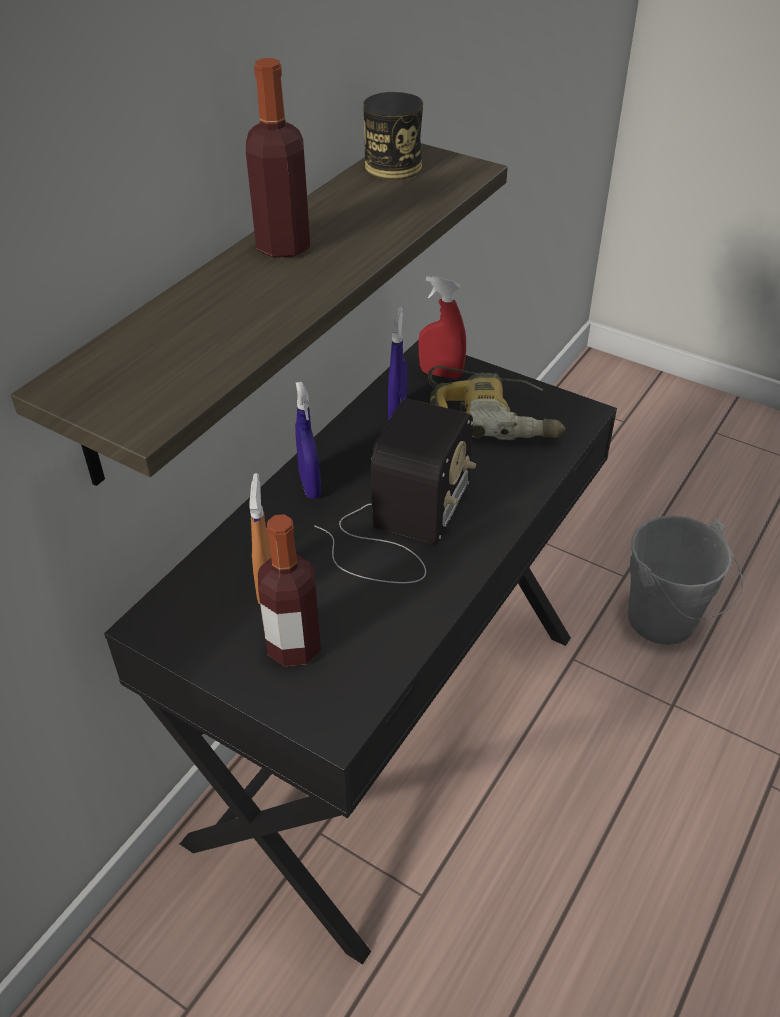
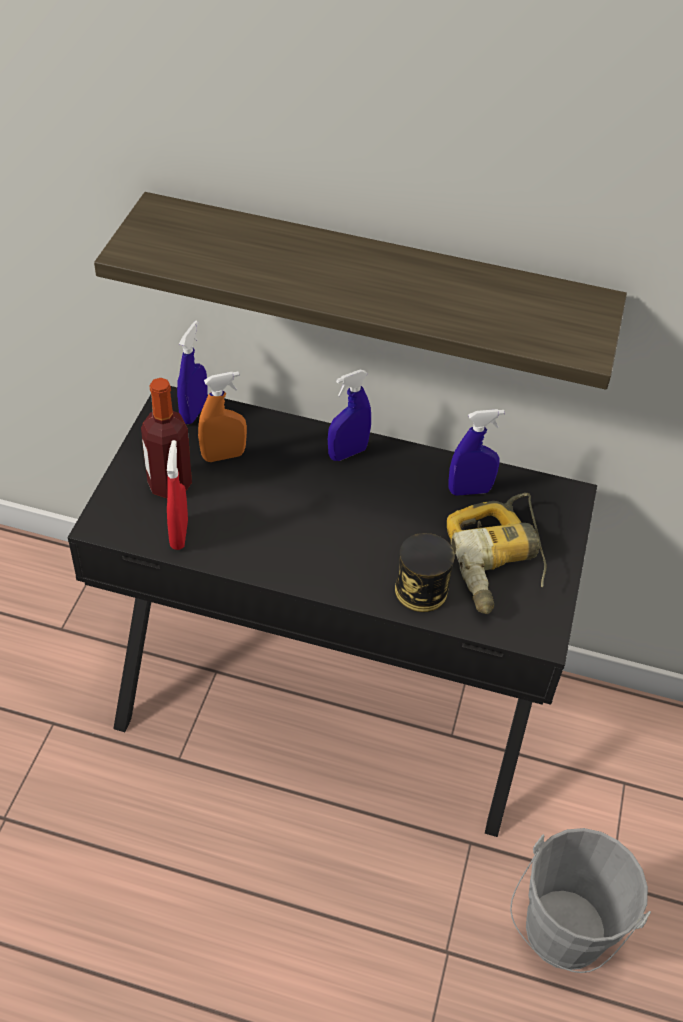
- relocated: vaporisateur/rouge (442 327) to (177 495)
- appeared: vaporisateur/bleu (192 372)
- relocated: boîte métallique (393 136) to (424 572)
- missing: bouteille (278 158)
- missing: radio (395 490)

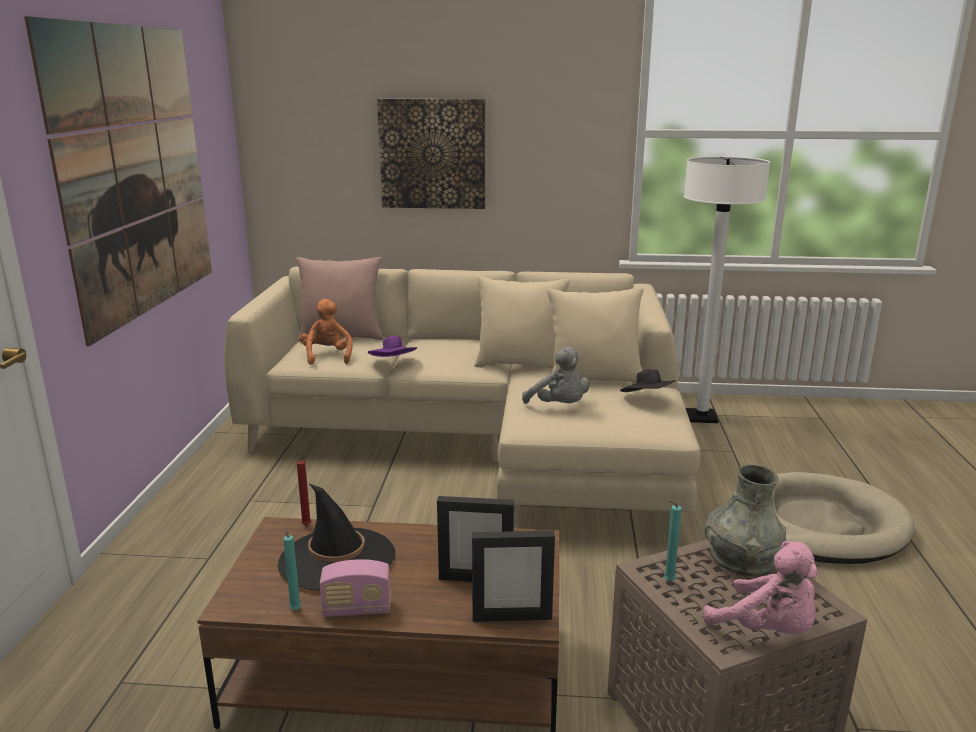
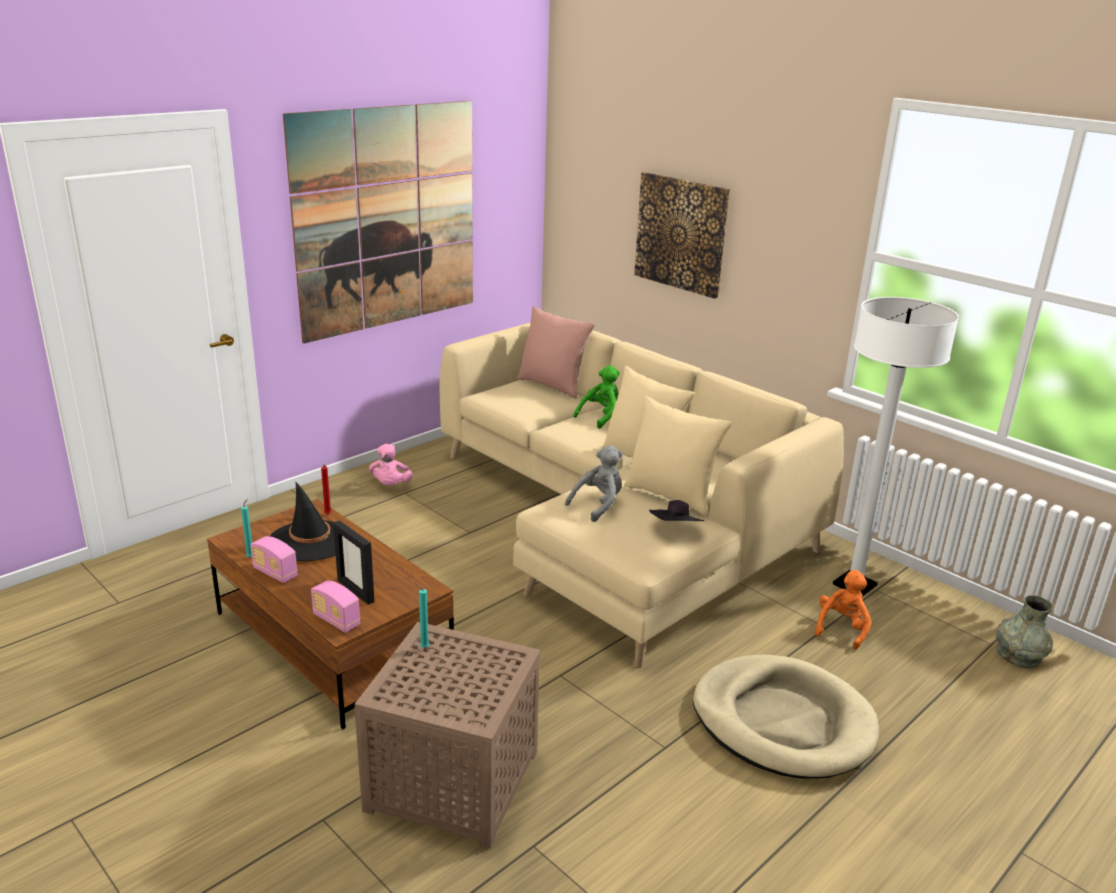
- exchanged: cadre photo (513 576) to radio (335 606)
- relocated: peluche/rose (760 587) to (391 464)
- spun: peluche/gris (556 375) = (594 483) 135 degrees counterclockwise
- appeared: peluche/vert (596 397)
- relocated: peluche/orange (326 332) to (843 610)
- relocated: vase/gris (745 520) to (1024 631)
- missing: chapeau/violet (392 346)

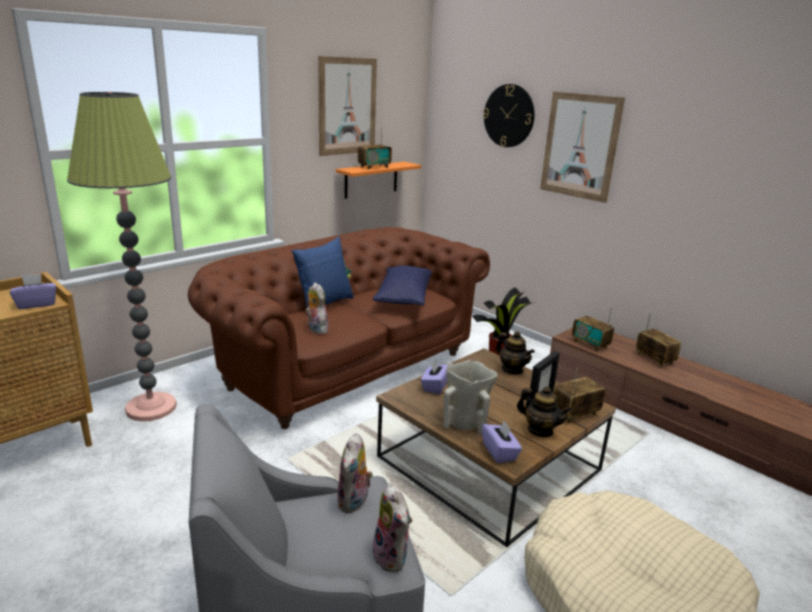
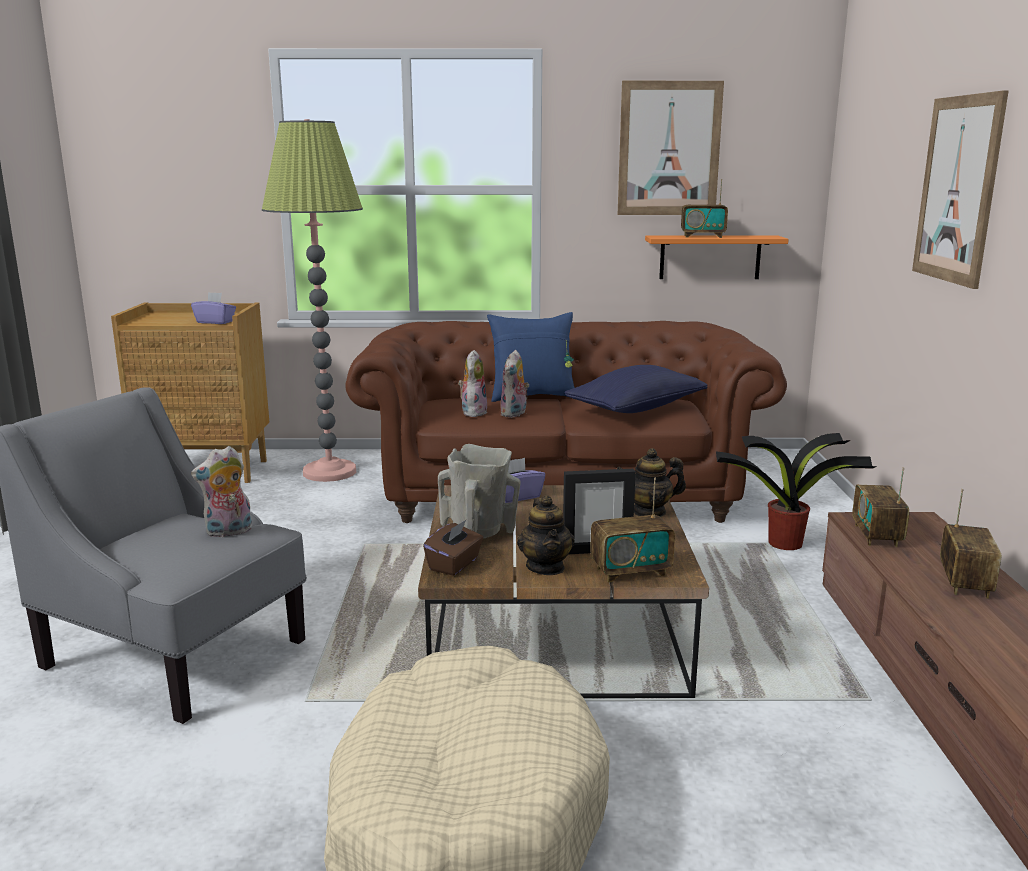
- colour: boîte à mouchoirs/violet (502 442) to boîte à mouchoirs/marron (453 548)
- relocated: peluche (392 527) to (514 384)
- spun: radio (579 395) = (632 530) 150 degrees clockwise
- spun: théière (515 352) = (651 482) 75 degrees clockwise
- missing: horloge murale (508 115)

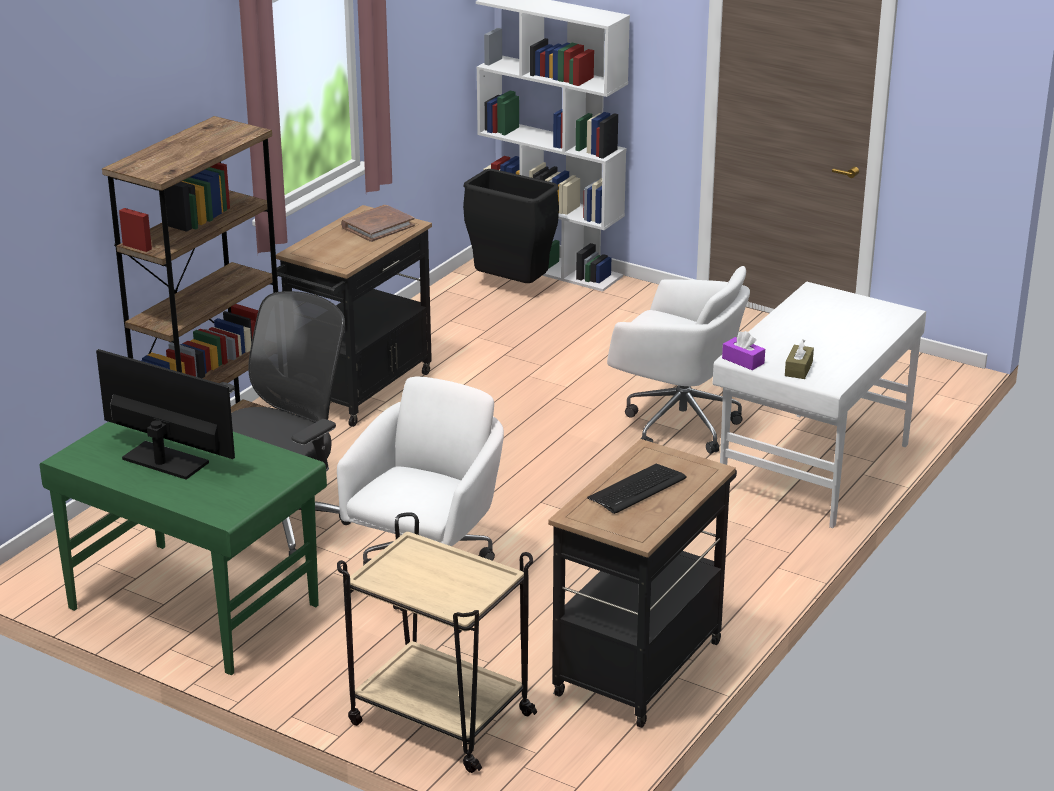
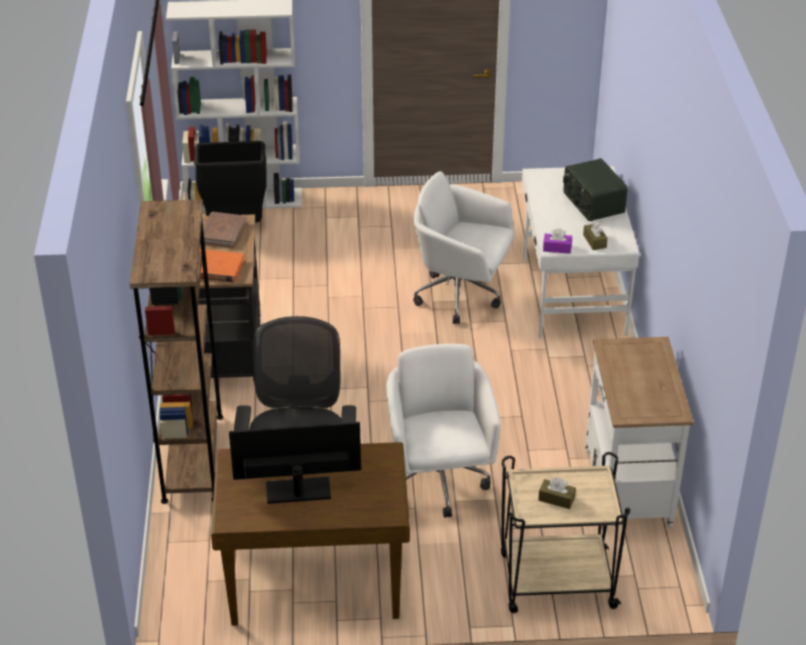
- appeared: livre/orange (222 265)
- colour: bureau/vert (183 548) to bureau/marron (310 534)
- spun: chaise de bureau/blanc (678 360) = (463 247) 150 degrees counterclockwise
- appeared: boîte à mouchoirs/marron (557 493)
- appeared: radio (595 189)
- colour: chariot/noir (642 583) to chariot/blanc (640 433)
- missing: clavier (637 489)

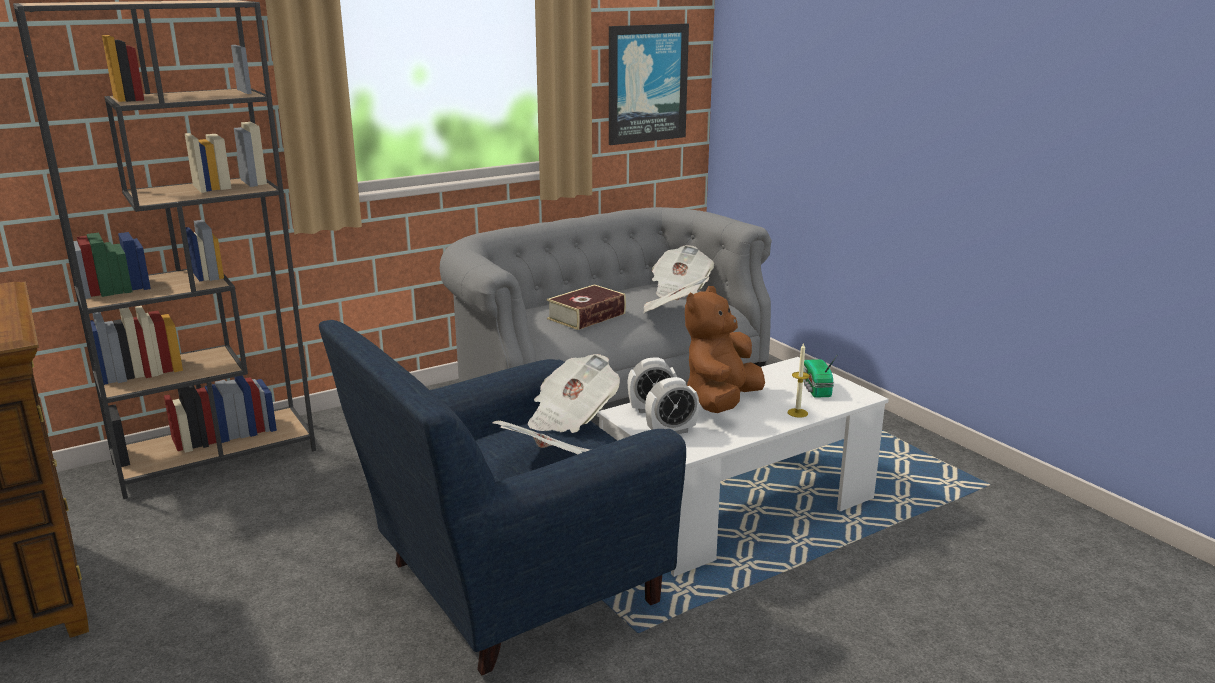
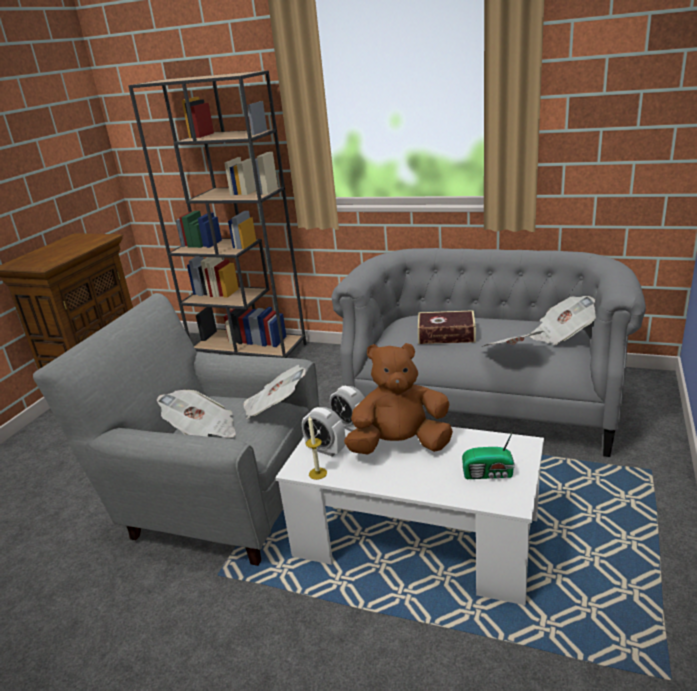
- colour: fauteuil/bleu (502 497) to fauteuil/gris (176 429)
- relocated: bougie (799 380) to (316 447)
- spun: radio (820 376) = (488 453) 135 degrees counterclockwise
- missing: tableau (649 84)

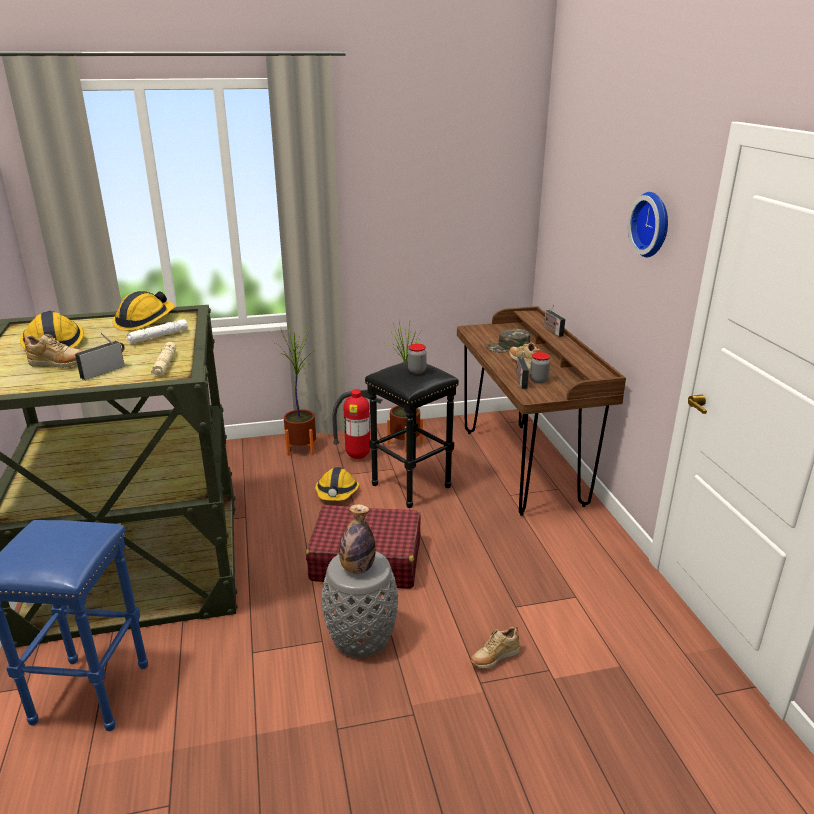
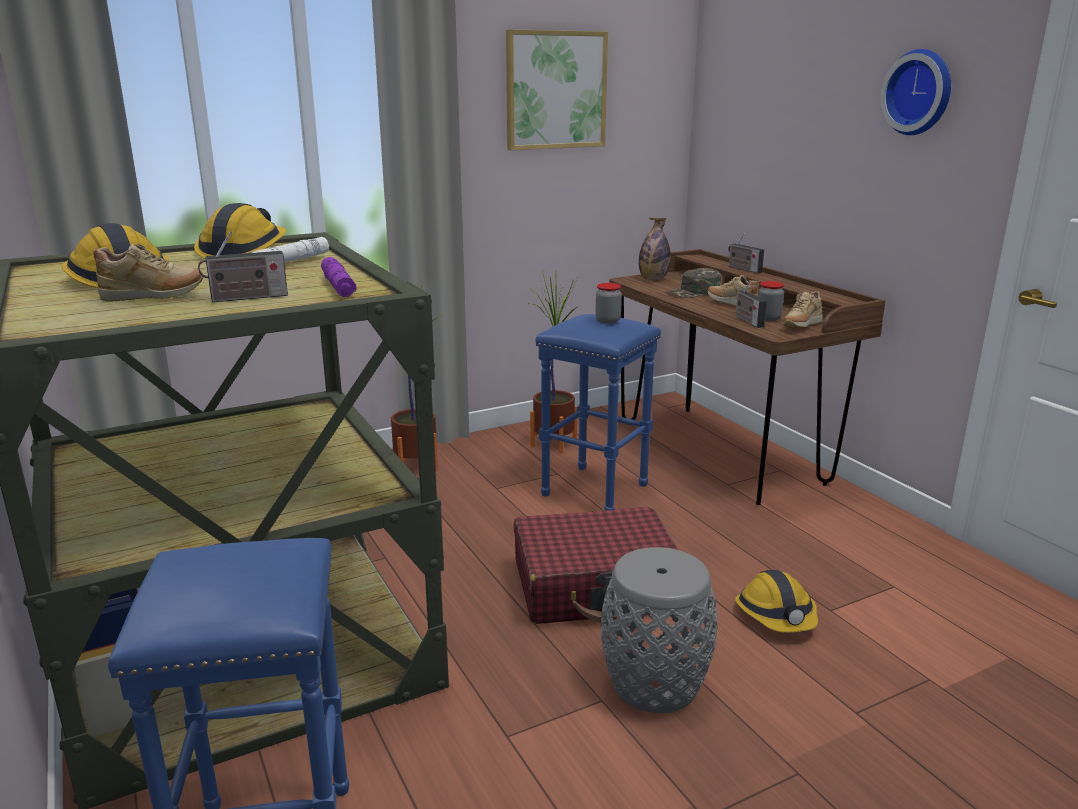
- spun: radio (100 356) = (243 266) 135 degrees counterclockwise
- colour: lampe de poche/beige (163 359) to lampe de poche/violet (339 277)
- appeared: tableau (557 89)
- colour: tabouret/noir (412 434) to tabouret/bleu (598 412)
- relocated: bouteille (357 539) to (655 248)
- relocated: casque de chantier (337 484) to (776 601)
- relocated: chaussure/beige (495 647) to (803 309)
- missing: extincteur (357 424)

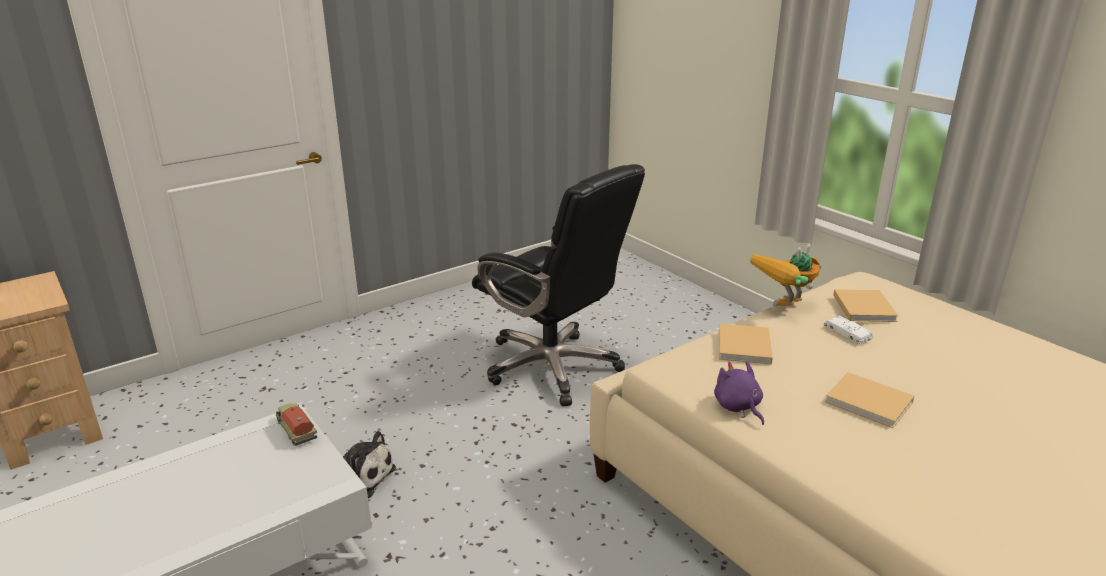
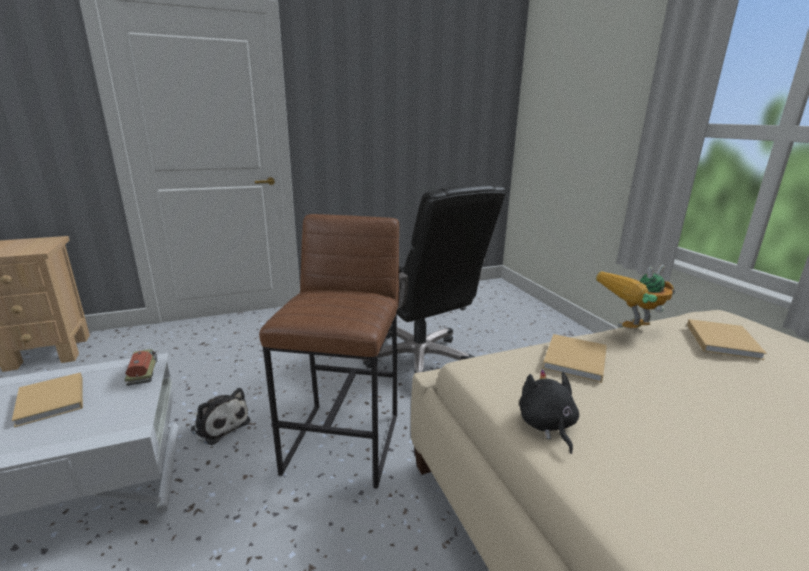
- relocated: livre/beige (869 400) to (47 400)
- appeared: tabouret/marron (329 351)
- colour: peluche/violet (739 393) to peluche/noir (549 411)
- missing: petite voiture/blanc (849 330)

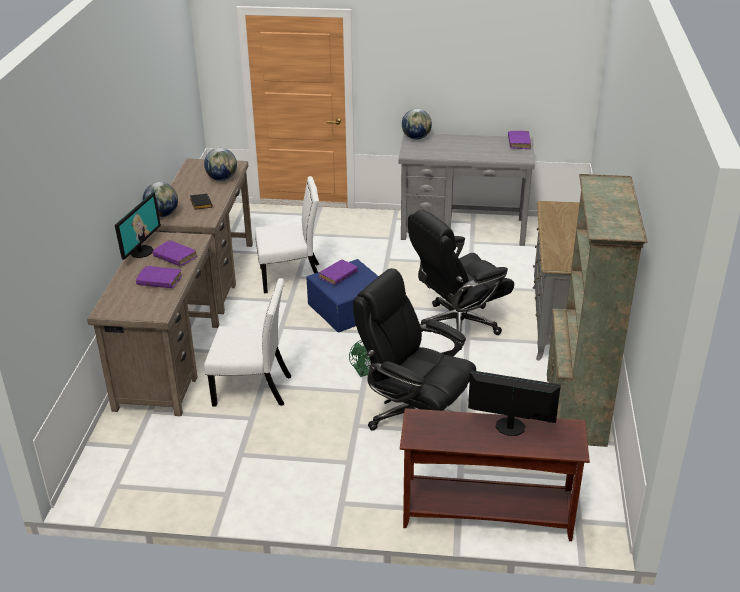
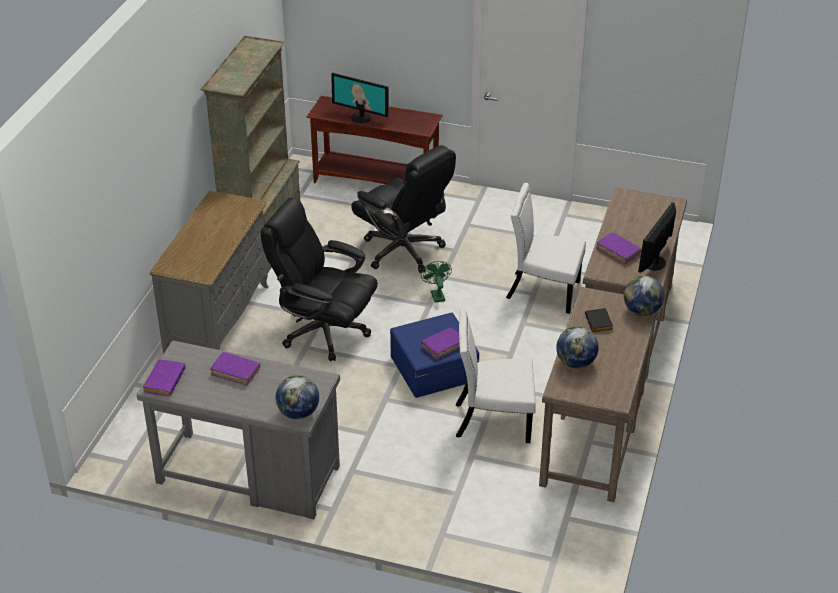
- relocated: livre/violet (159 277) to (235 369)
- spun: chaise de bureau/noir (461 280) = (319 279) 135 degrees counterclockwise

